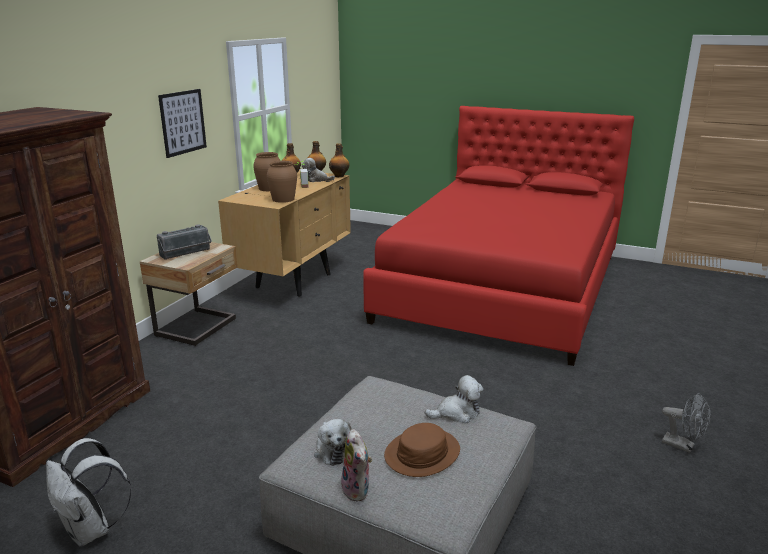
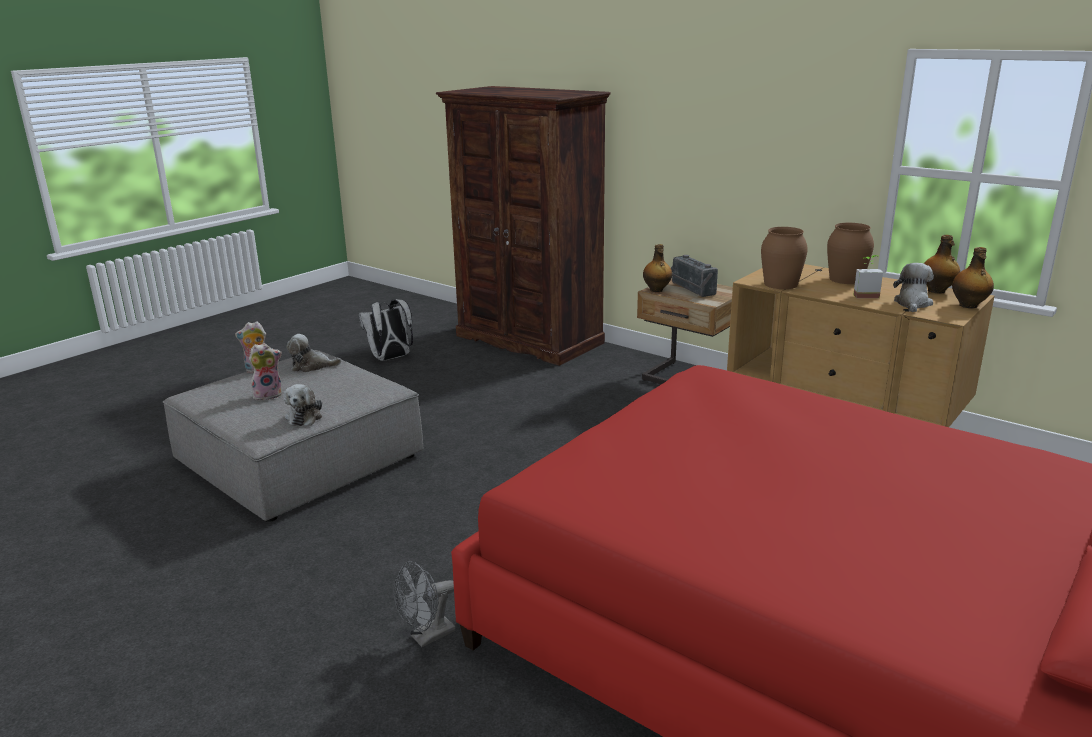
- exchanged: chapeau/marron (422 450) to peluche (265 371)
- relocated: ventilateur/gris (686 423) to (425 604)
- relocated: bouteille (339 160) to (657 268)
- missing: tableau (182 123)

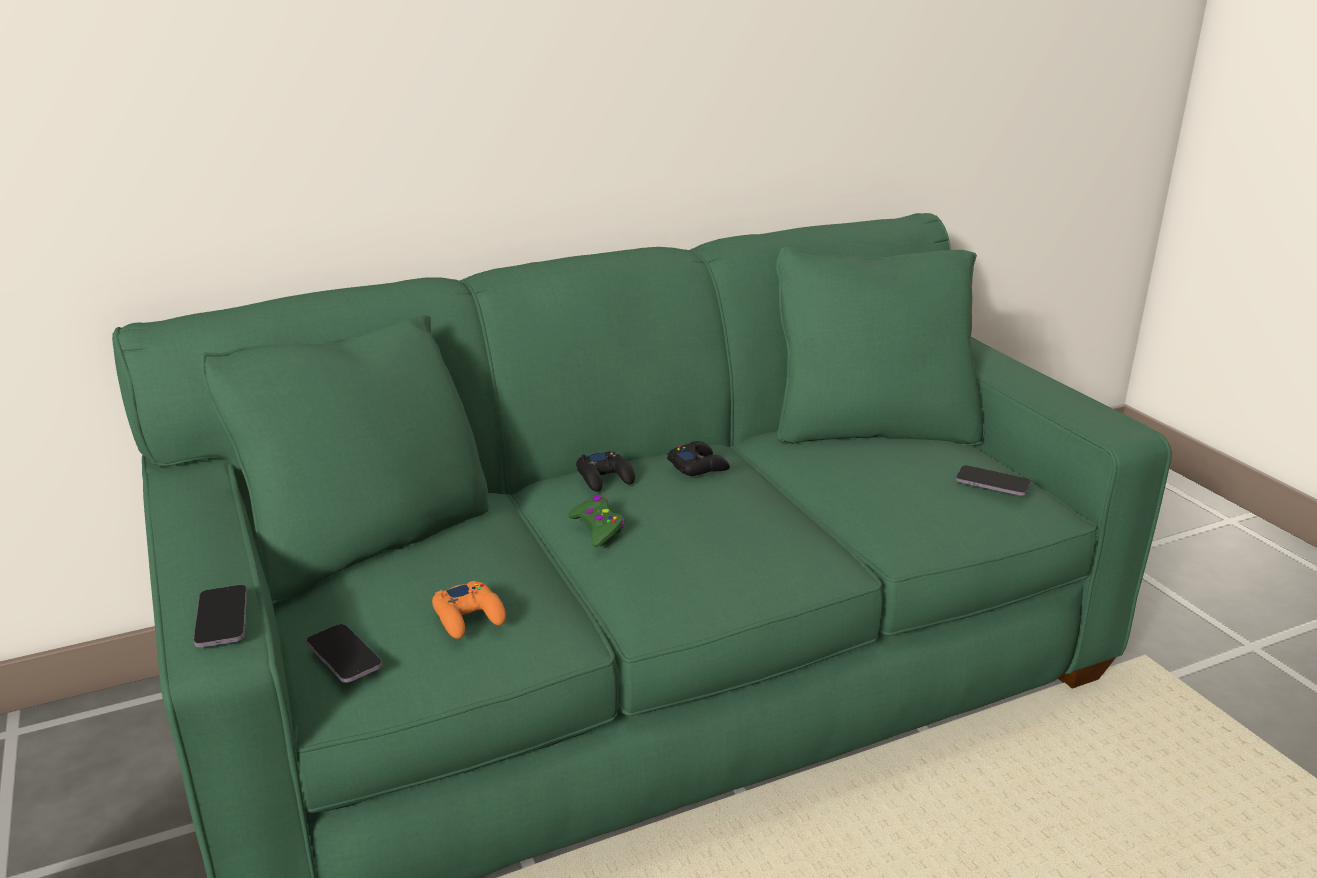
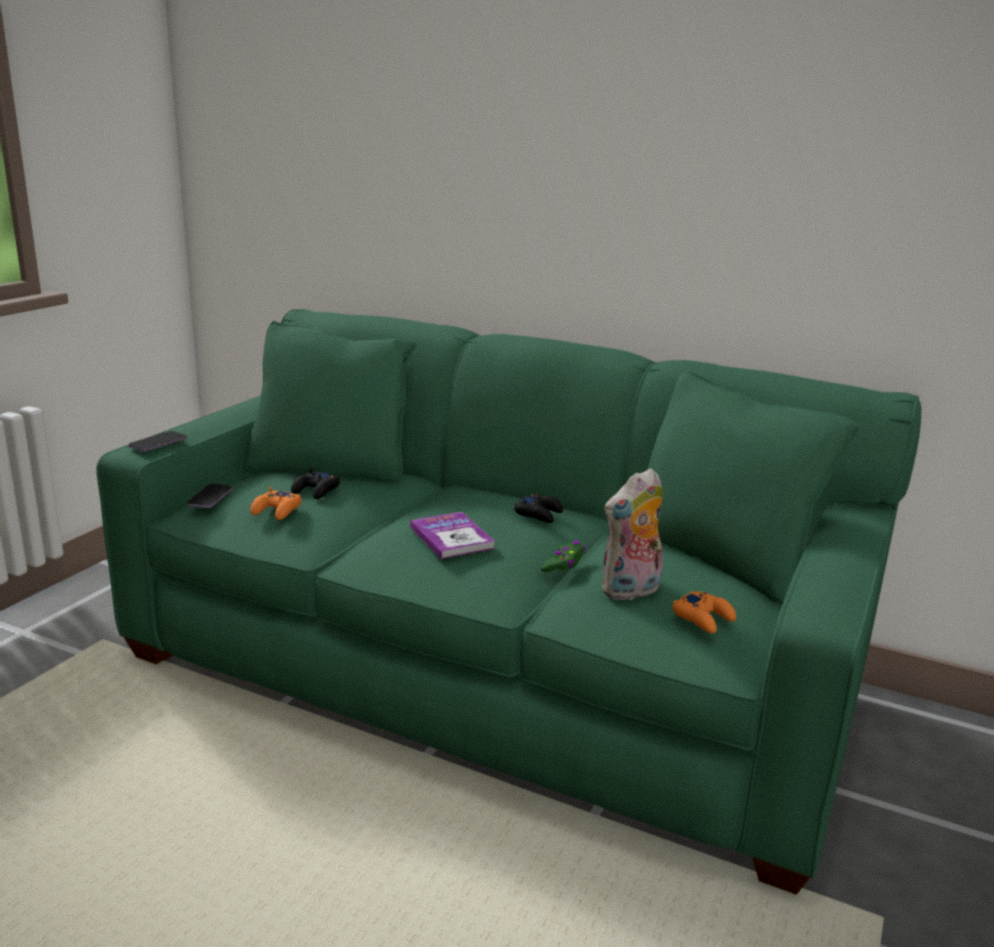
- relocated: manette/noir (605 471) to (315 483)
- appeared: livre (452 535)
- relocated: manette/vert (596 521) to (563 556)
- appeared: peluche (632 534)
- exchanged: téléphone (993 480) to manette/orange (704 612)

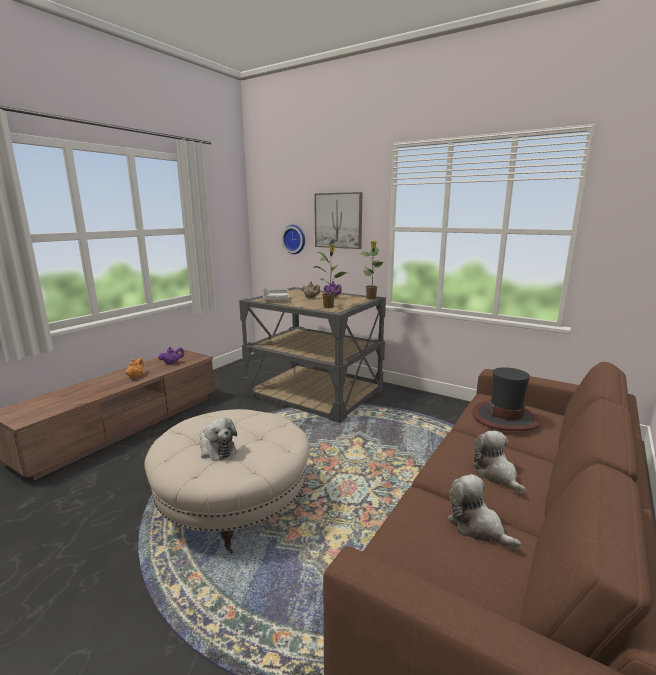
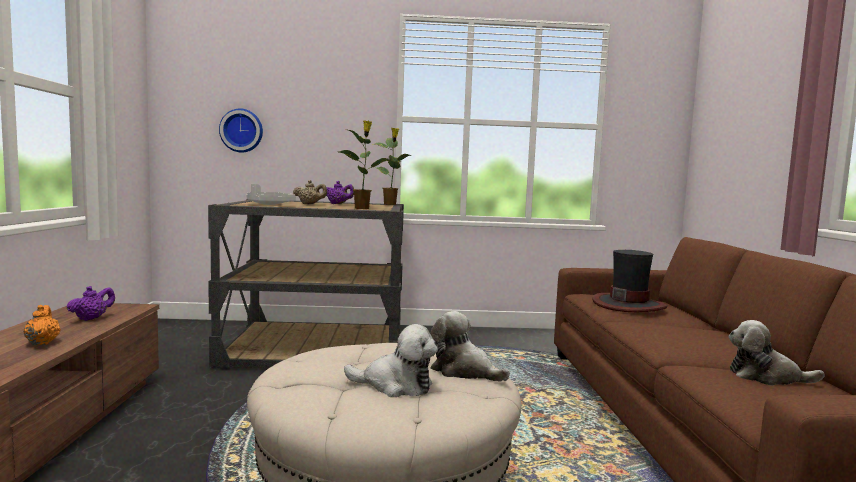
- relocated: peluche (499 462) to (470 346)
- missing: tableau (338 220)

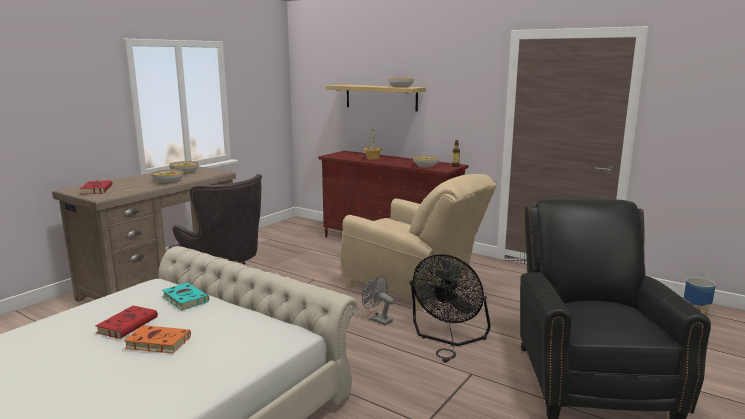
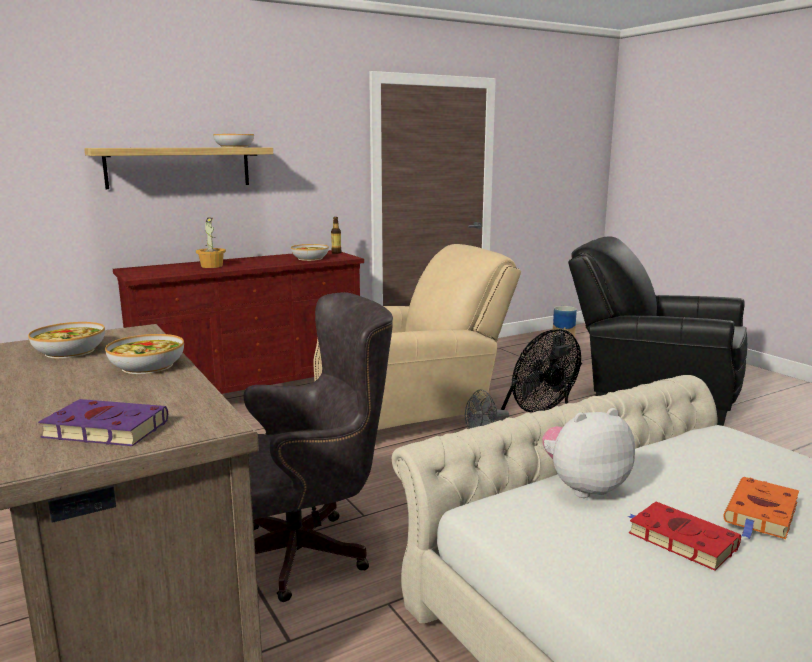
- colour: livre/rouge (96 187) to livre/violet (103 422)
- exchanged: livre/turquoise (185 296) to peluche (588 453)

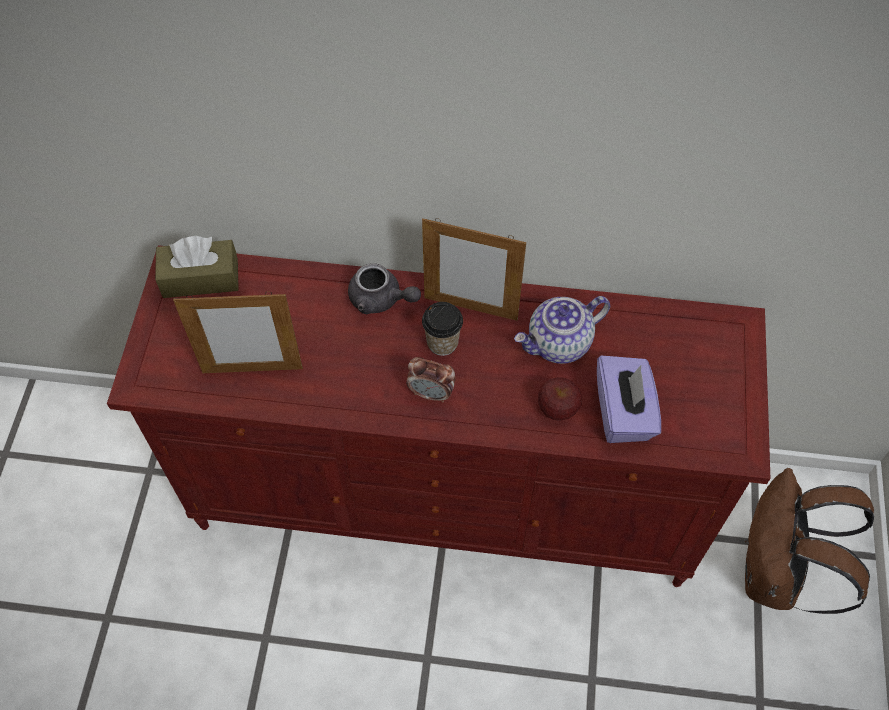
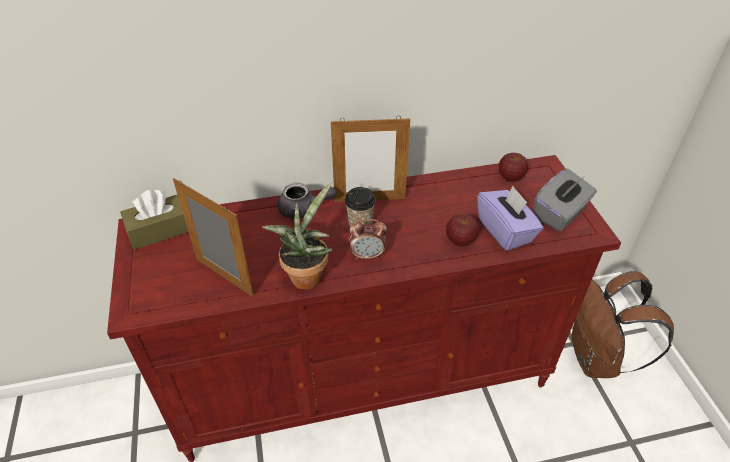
- spun: cadre photo (238 333) = (213 237) 120 degrees counterclockwise
- appeared: plante en pot (297 236)
- appeared: pomme (513 167)
- appeared: boîte à mouchoirs/gris (565 200)
- missing: théière (562 330)

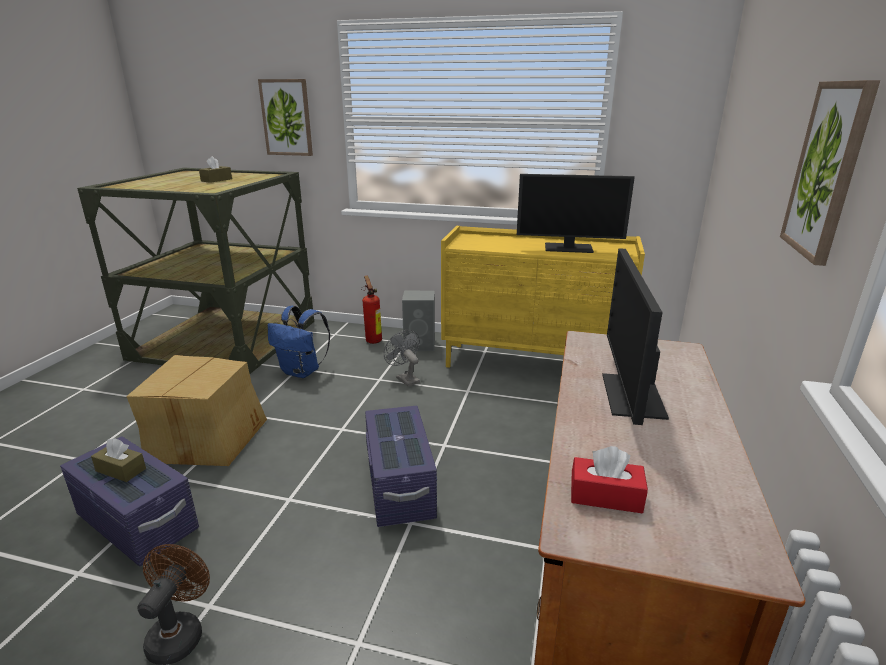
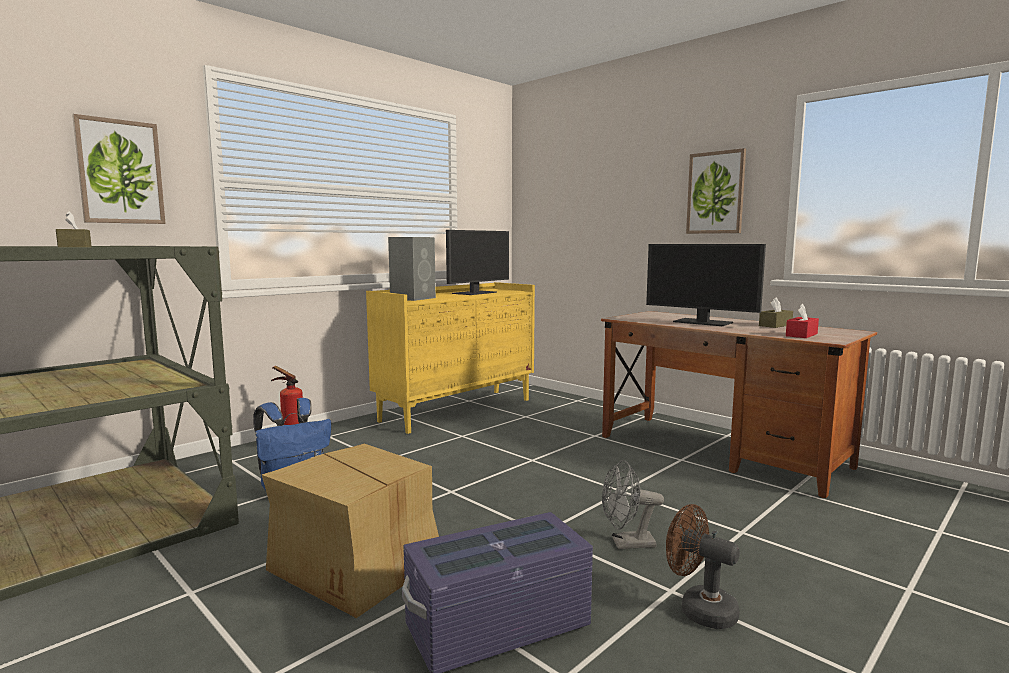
- relocated: enceinte/gris (418 321) to (412 269)
- relocated: ventilateur/gris (402 358) to (633 504)
- relocated: boîte à mouchoirs/marron (118 460) to (776 312)
- missing: boîte de rangement/violet (401 466)

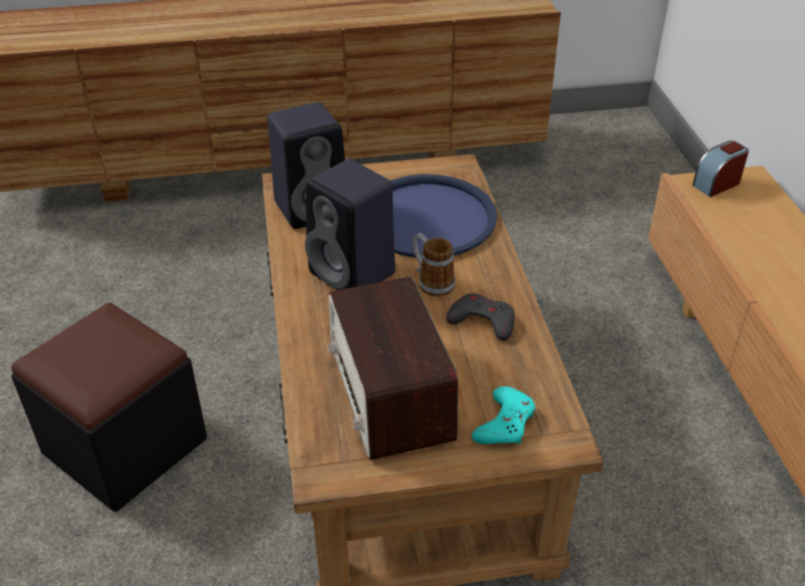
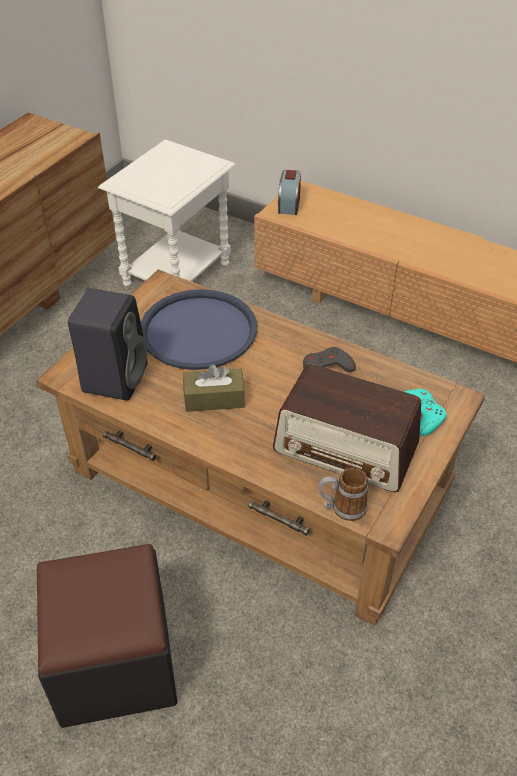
- appeared: table d'appoint/blanc (167 212)
- exchanged: enceinte/noir (350 224) to boîte à mouchoirs/marron (214 388)
- relocated: mug (433 265) to (343 494)

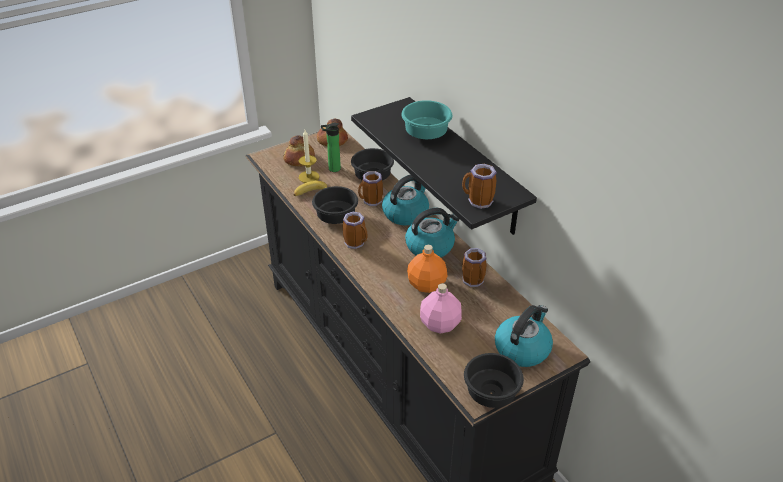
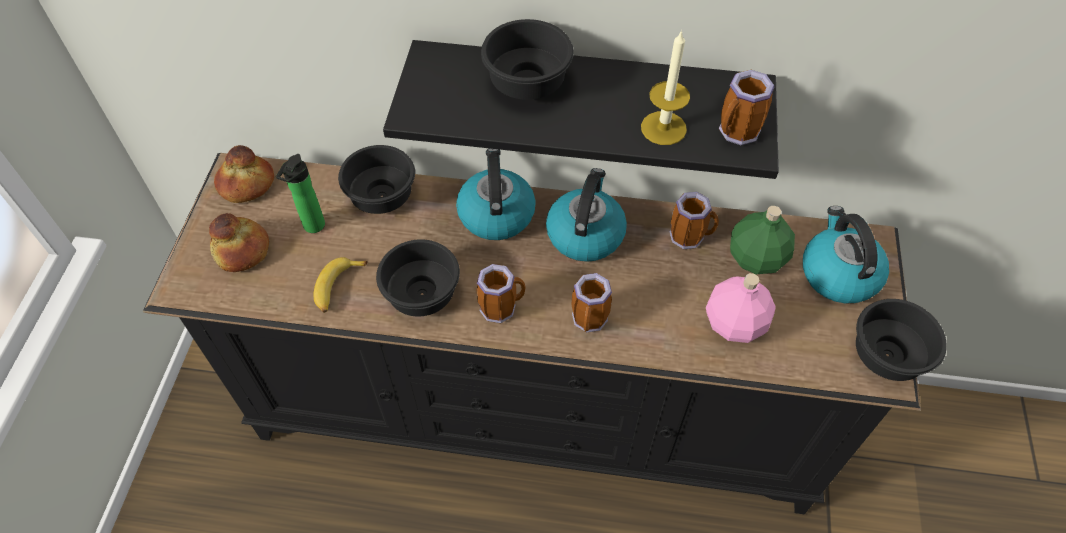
- colour: bol/turquoise (426 119) to bol/noir (527 59)
- relocated: mug (370 188) to (591 302)
- relocated: bougie (309 156) to (665 87)
- appeared: bouteille/vert (762 240)
- missing: bouteille/orange (427 269)

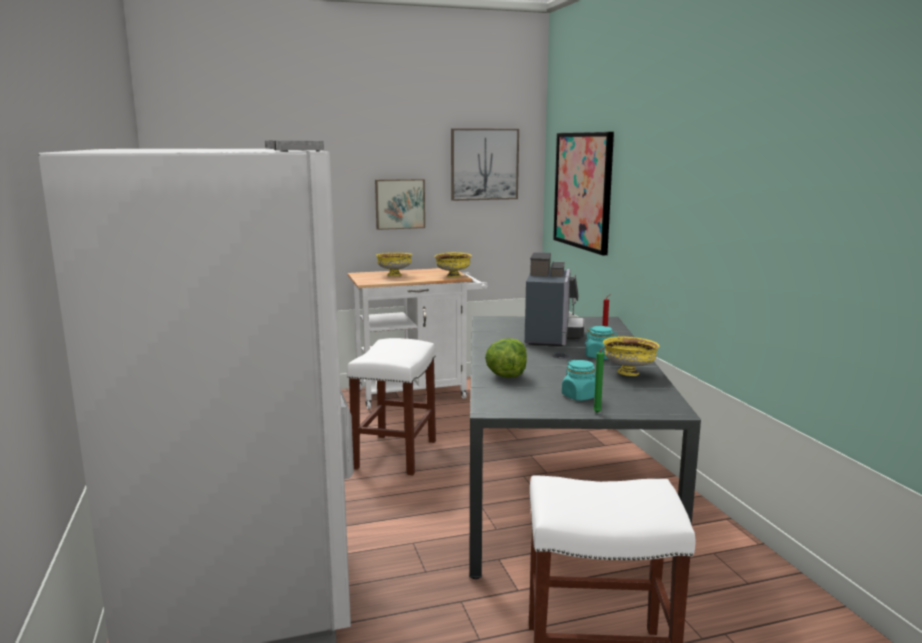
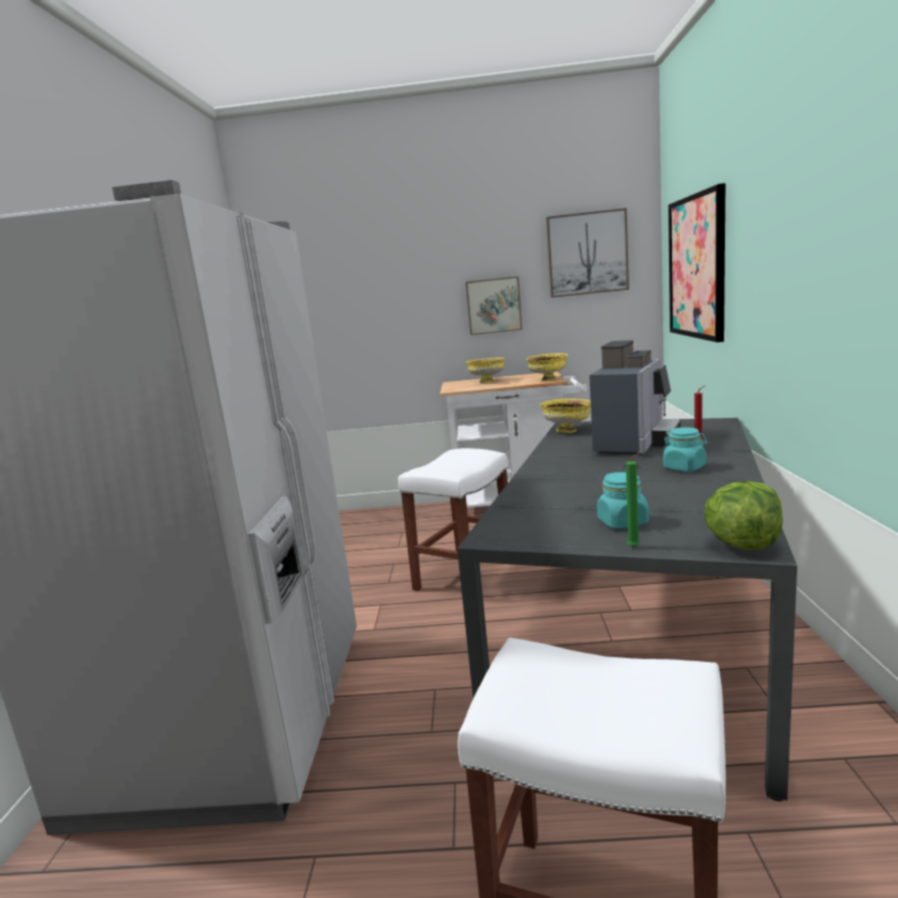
- relocated: bol/jaune (631 356) to (565 416)
- relocated: laitue (506 358) to (743 515)

